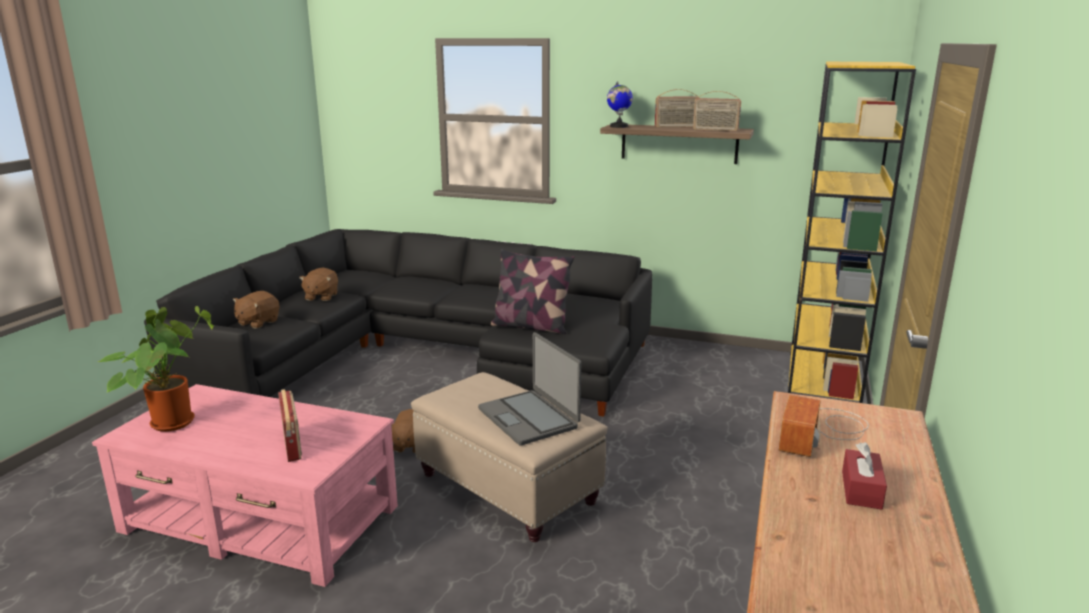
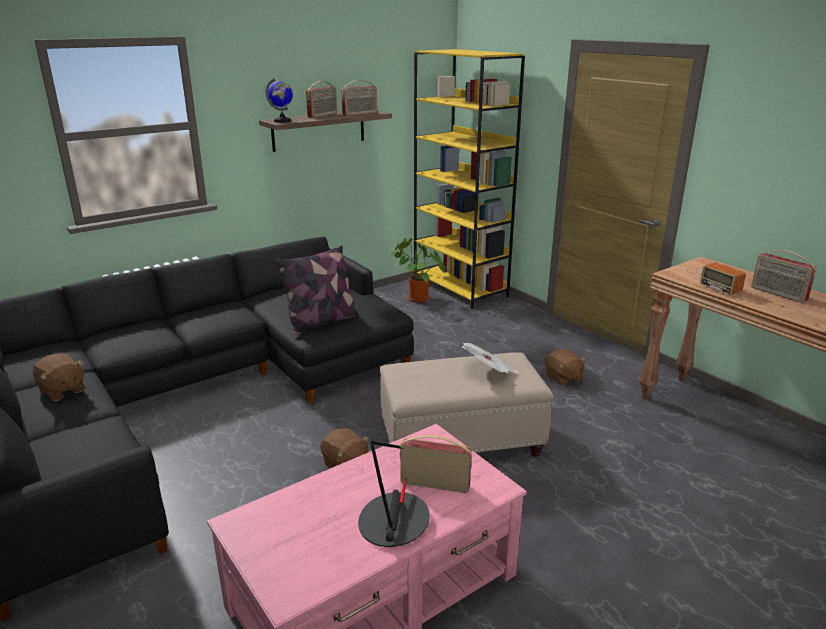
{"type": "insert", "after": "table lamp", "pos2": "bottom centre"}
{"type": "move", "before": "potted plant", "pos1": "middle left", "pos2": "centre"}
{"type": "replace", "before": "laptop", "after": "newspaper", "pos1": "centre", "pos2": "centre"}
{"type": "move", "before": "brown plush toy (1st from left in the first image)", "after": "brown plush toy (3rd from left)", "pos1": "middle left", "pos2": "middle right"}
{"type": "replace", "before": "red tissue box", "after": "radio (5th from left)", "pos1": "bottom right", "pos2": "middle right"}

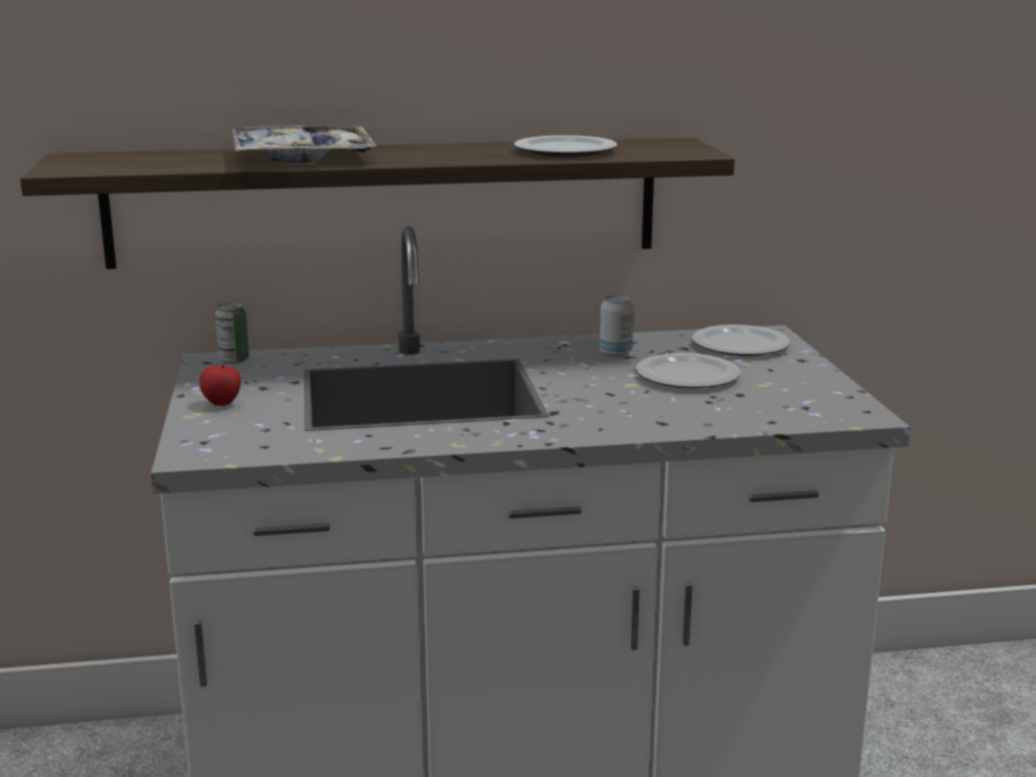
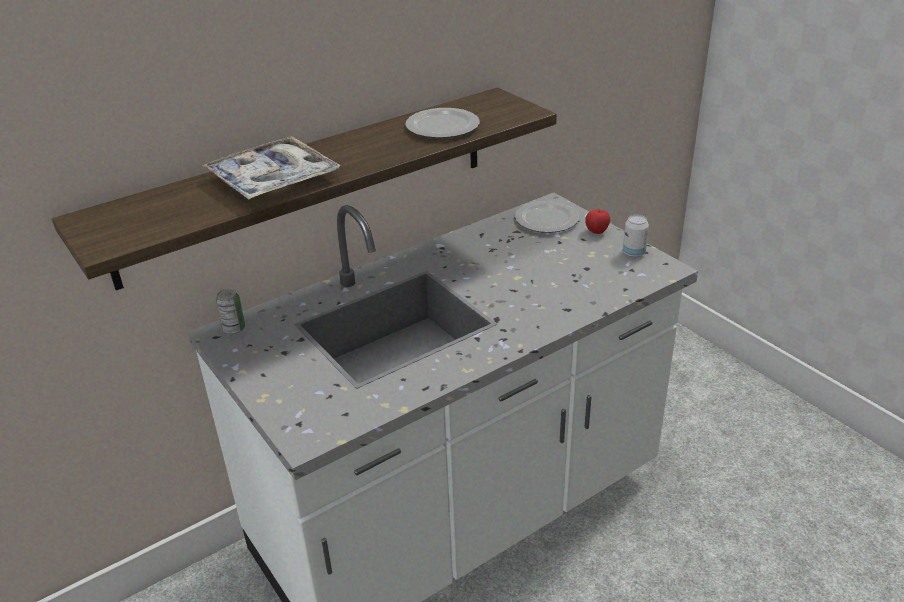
{"type": "move", "before": "apple", "pos1": "middle left", "pos2": "centre"}
{"type": "move", "before": "can (2nd from left)", "pos1": "centre", "pos2": "middle right"}
{"type": "delete", "before": "plate (2nd from left)", "pos1": "centre"}

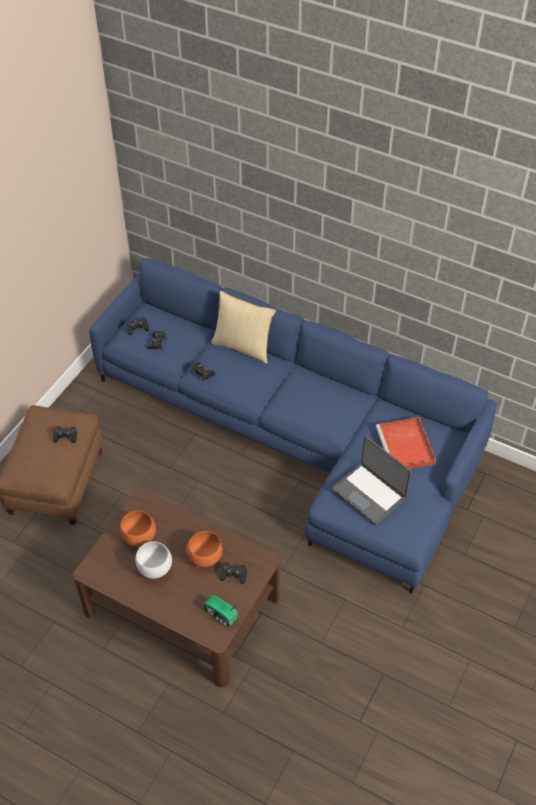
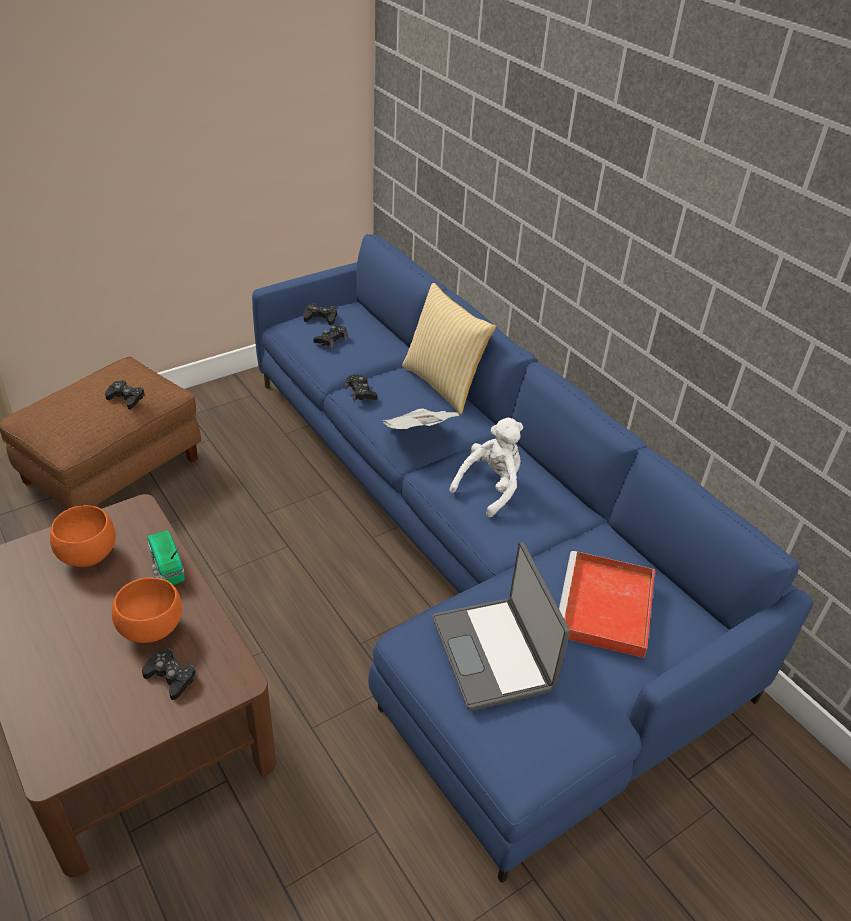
{"type": "move", "before": "radio", "pos1": "bottom centre", "pos2": "middle left"}
{"type": "insert", "after": "newspaper", "pos2": "centre"}
{"type": "insert", "after": "white plush toy", "pos2": "centre"}
{"type": "delete", "before": "white bowl", "pos1": "bottom left"}

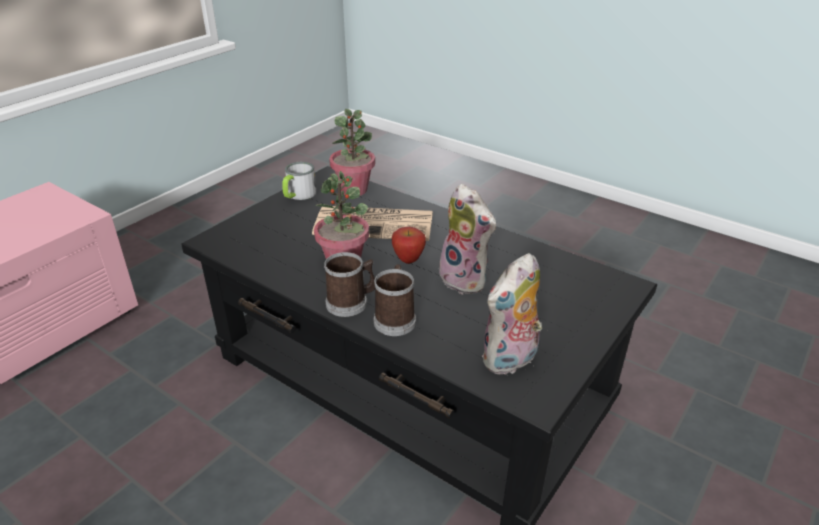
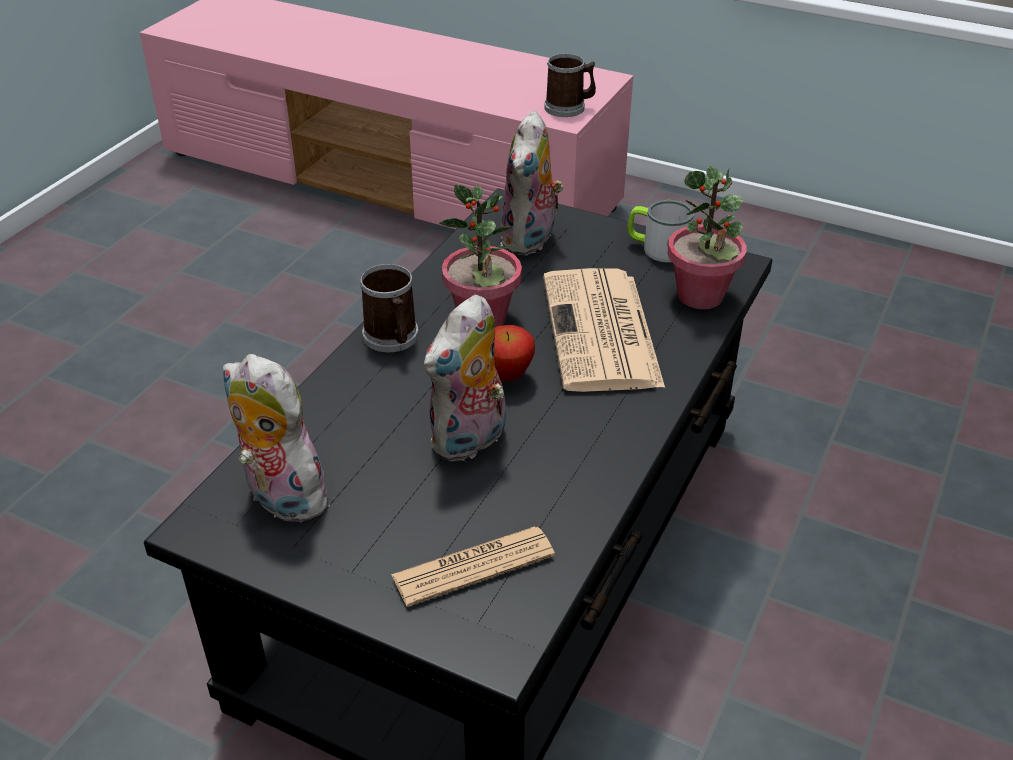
{"type": "insert", "after": "newspaper (1st from left)", "pos2": "bottom centre"}
{"type": "insert", "after": "plush toy (3rd from left)", "pos2": "top centre"}
{"type": "move", "before": "mug (3rd from left in the first image)", "after": "mug (2nd from left)", "pos1": "centre", "pos2": "top centre"}

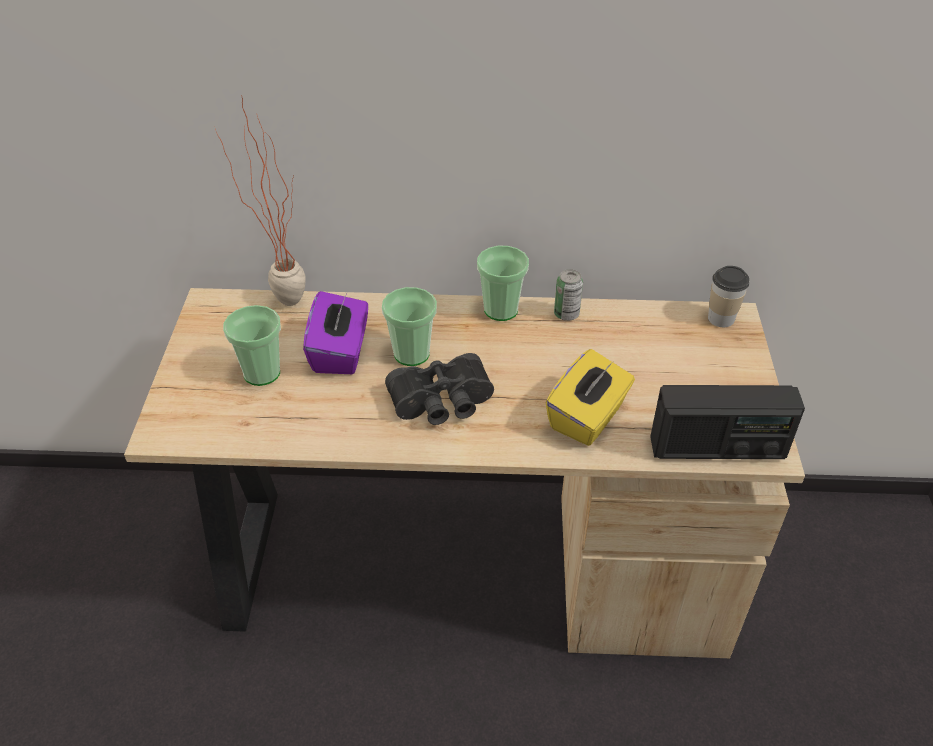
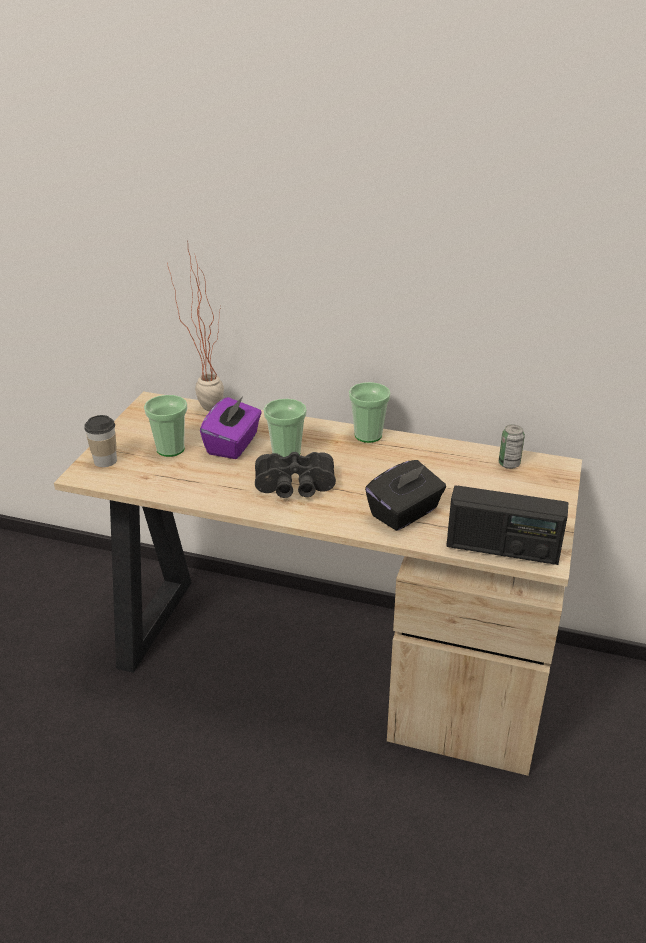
{"type": "move", "before": "cup (4th from left in the first image)", "after": "cup (1st from left)", "pos1": "middle right", "pos2": "middle left"}
{"type": "recolor", "before": "yellow tissue box", "after": "black tissue box", "pos1": "centre", "pos2": "centre"}
{"type": "move", "before": "can", "pos1": "centre", "pos2": "middle right"}

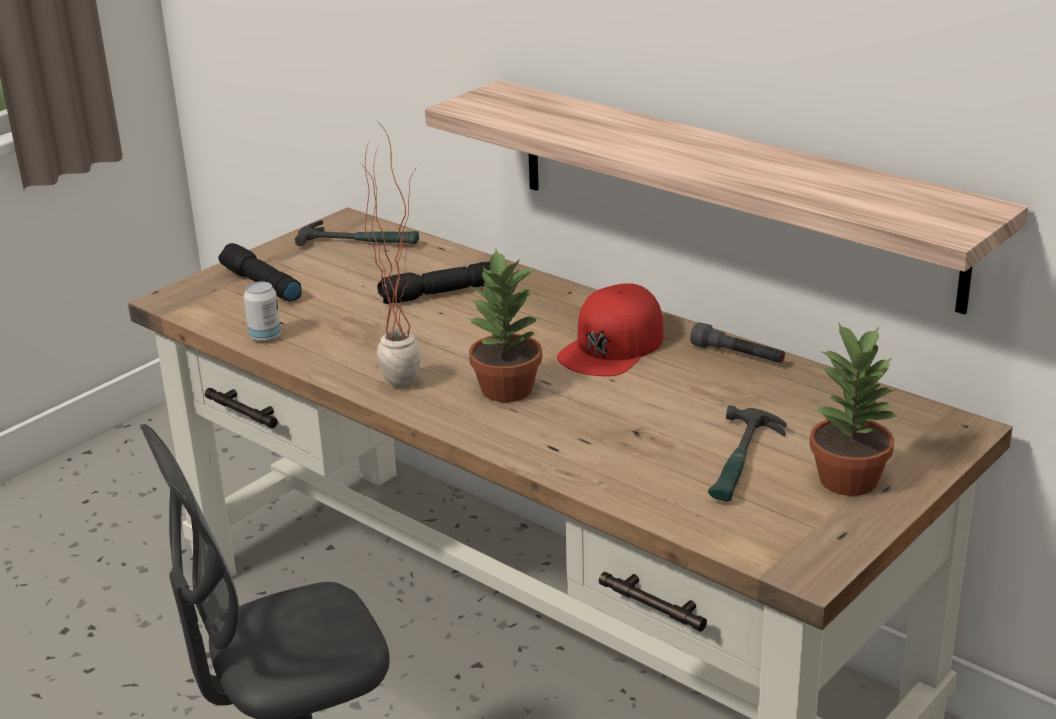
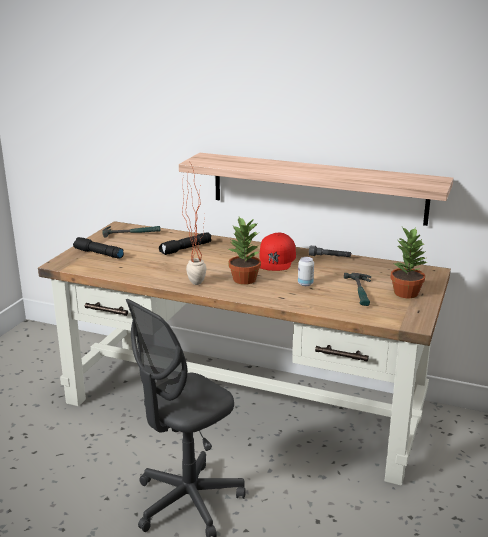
{"type": "move", "before": "can", "pos1": "middle left", "pos2": "centre"}

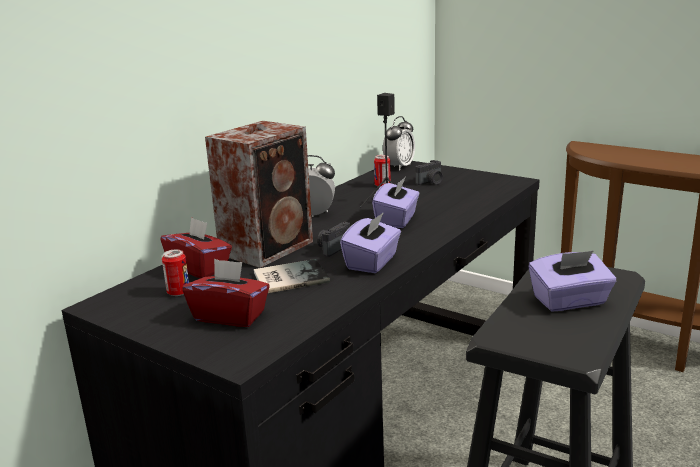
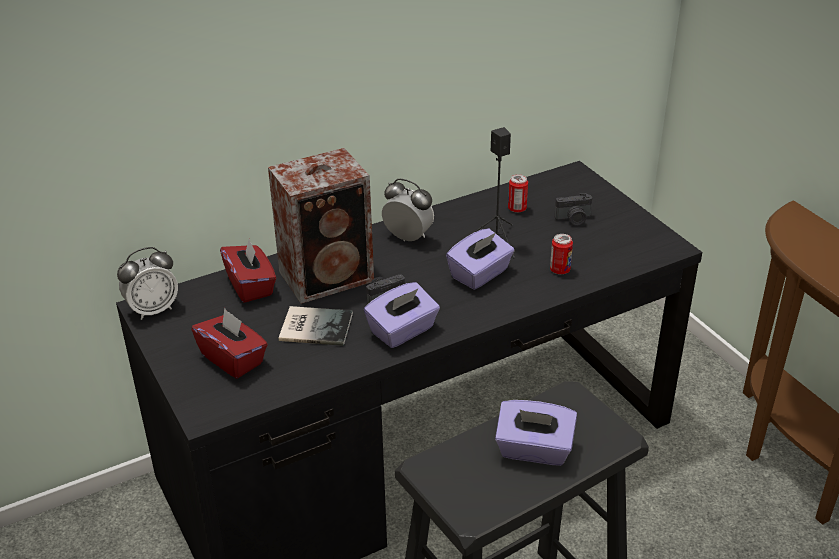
{"type": "move", "before": "alarm clock (2nd from left in the first image)", "after": "alarm clock (1st from left)", "pos1": "top centre", "pos2": "middle left"}
{"type": "move", "before": "can (1st from left in the first image)", "after": "can (2nd from left)", "pos1": "middle left", "pos2": "middle right"}

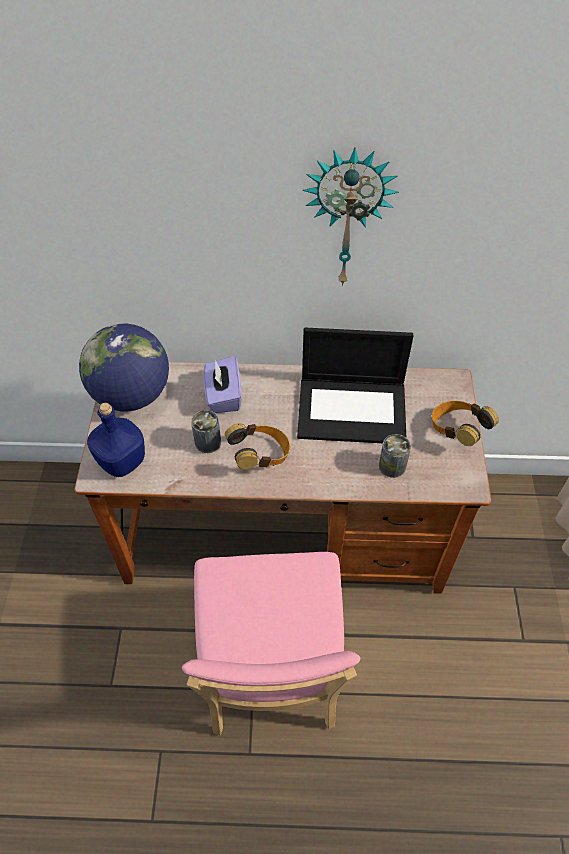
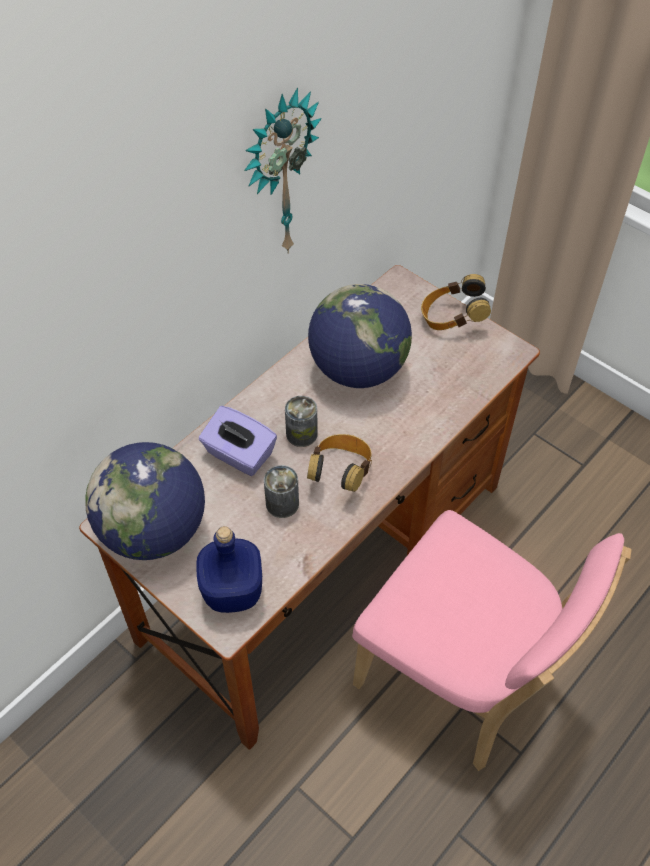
{"type": "move", "before": "can (2nd from left)", "pos1": "middle right", "pos2": "centre"}
{"type": "replace", "before": "laptop", "after": "globe (2nd from left)", "pos1": "centre", "pos2": "centre"}

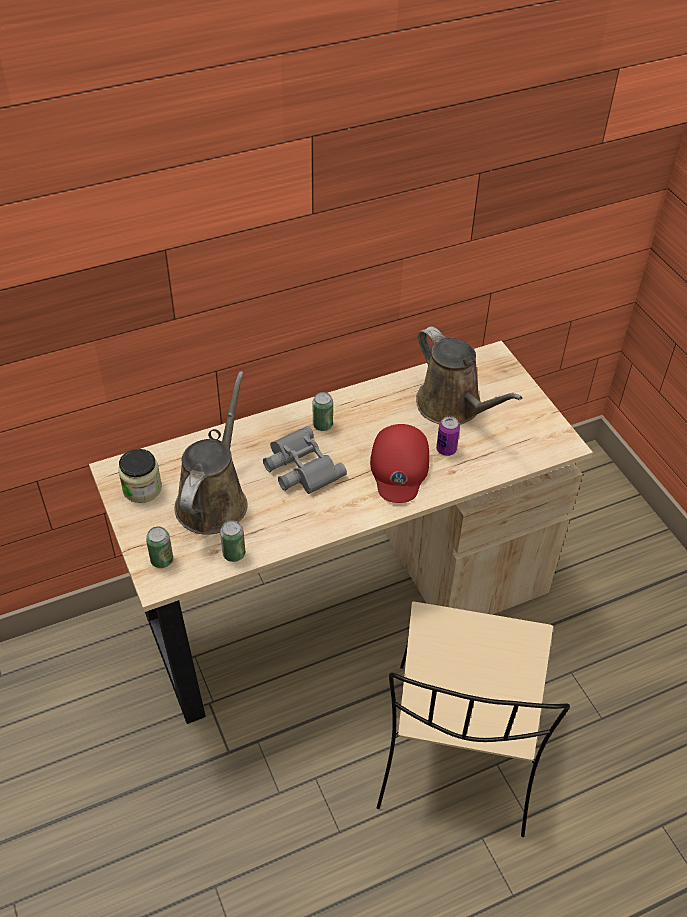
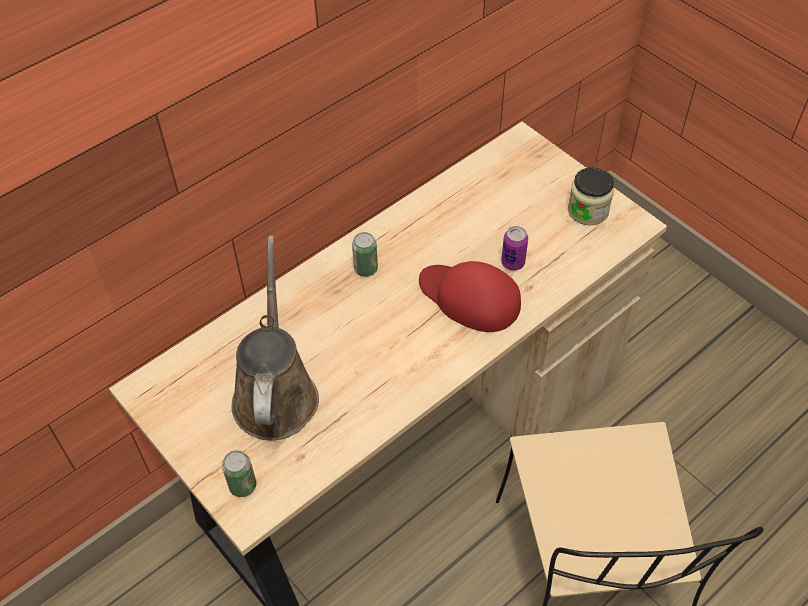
{"type": "rotate", "before": "red cap", "pos1": "centre", "pos2": "centre", "turn": 135}
{"type": "move", "before": "jar", "pos1": "middle left", "pos2": "top right"}
{"type": "delete", "before": "can (2nd from left)", "pos1": "centre"}
{"type": "delete", "before": "grey binoculars", "pos1": "centre"}
{"type": "delete", "before": "brown watering can (2nd from left)", "pos1": "middle right"}

